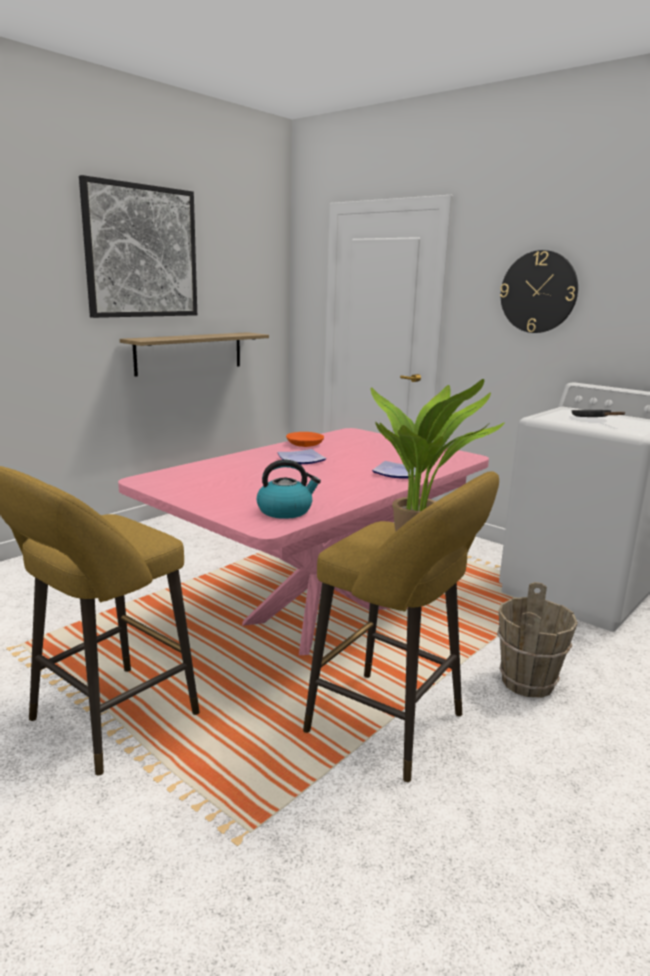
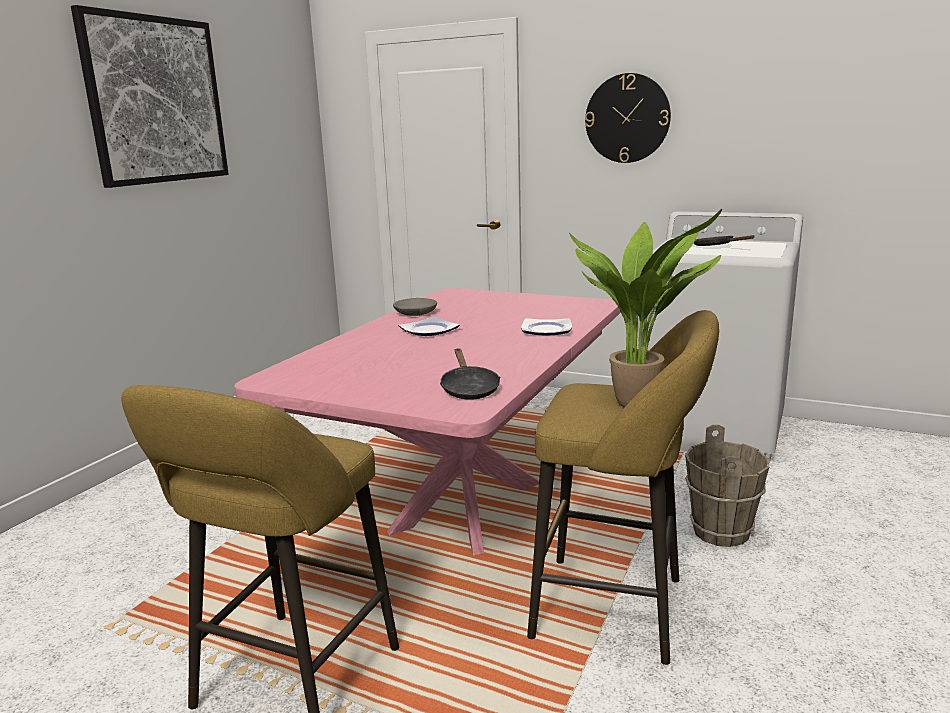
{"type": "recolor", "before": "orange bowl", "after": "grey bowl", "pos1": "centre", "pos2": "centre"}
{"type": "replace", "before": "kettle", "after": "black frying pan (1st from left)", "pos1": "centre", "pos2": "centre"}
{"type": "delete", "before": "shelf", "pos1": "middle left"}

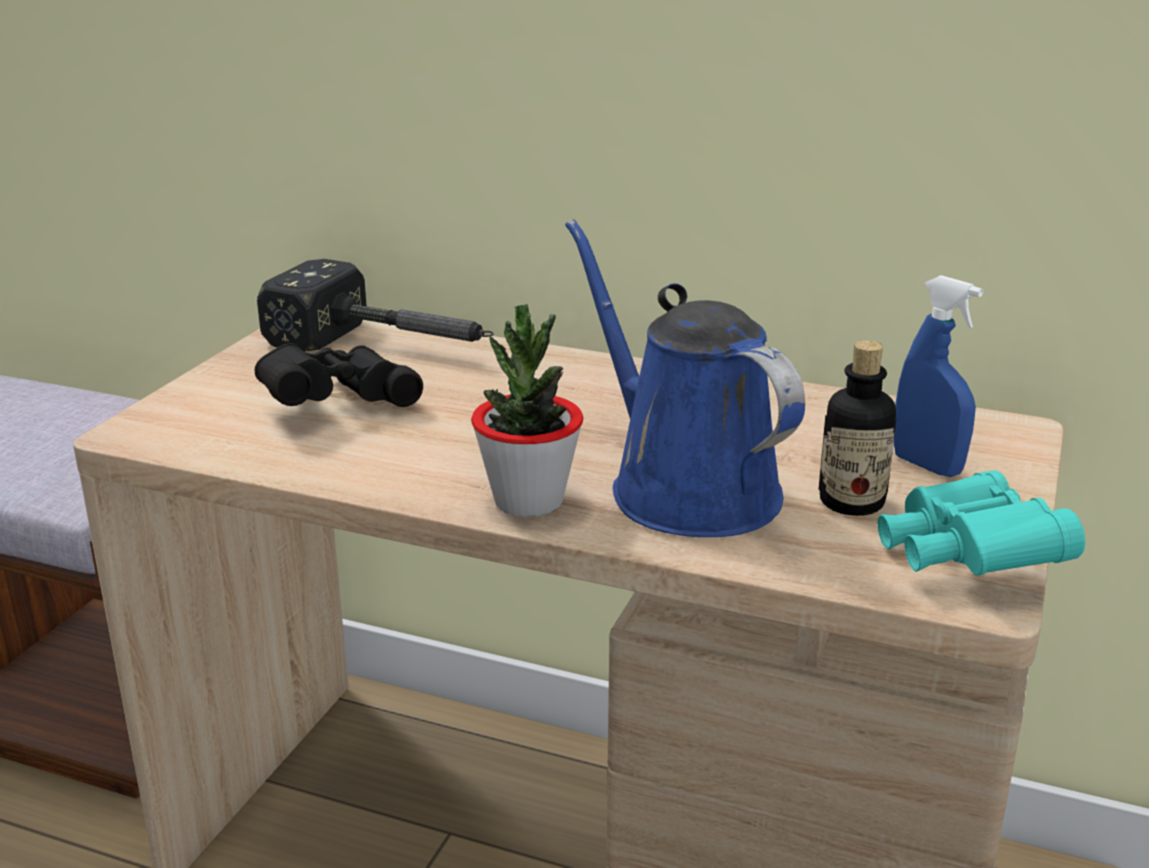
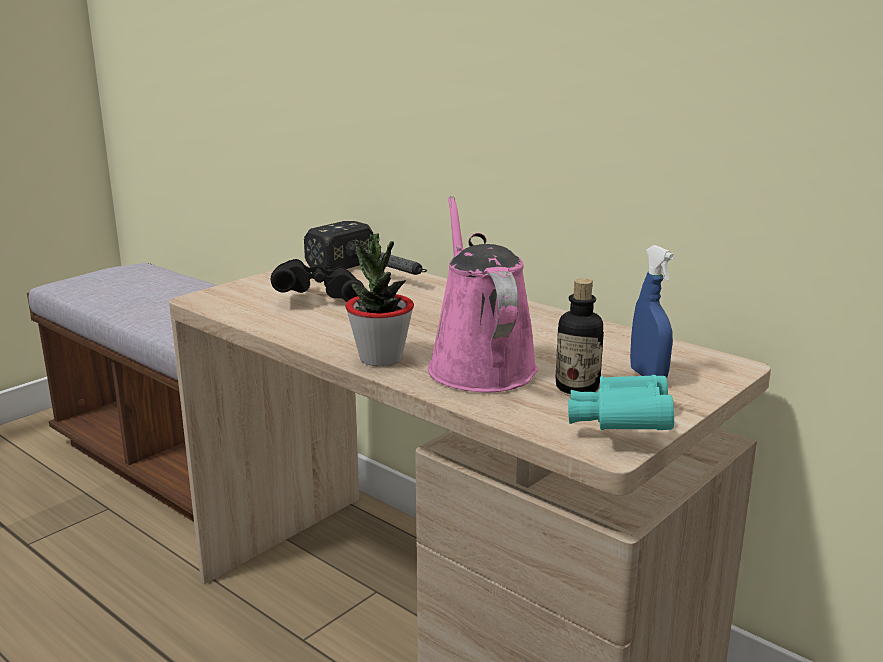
{"type": "recolor", "before": "blue watering can", "after": "pink watering can", "pos1": "centre", "pos2": "centre"}

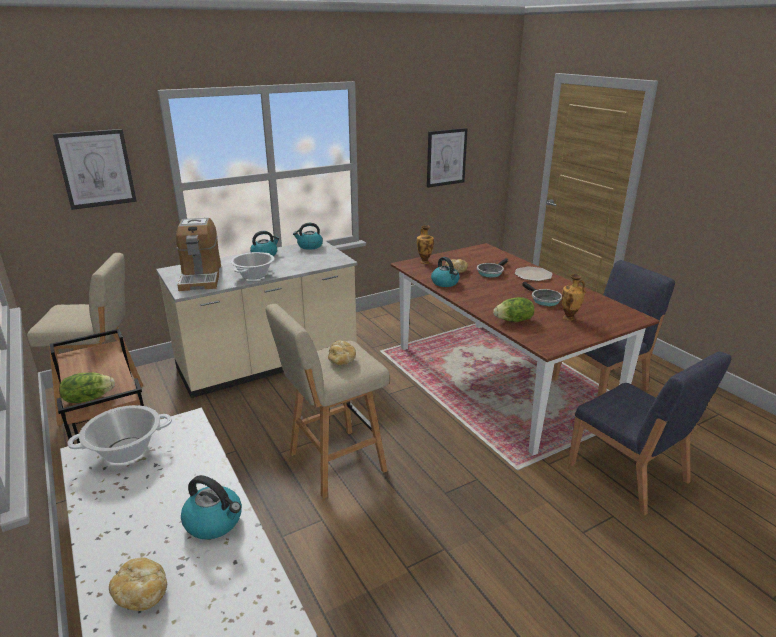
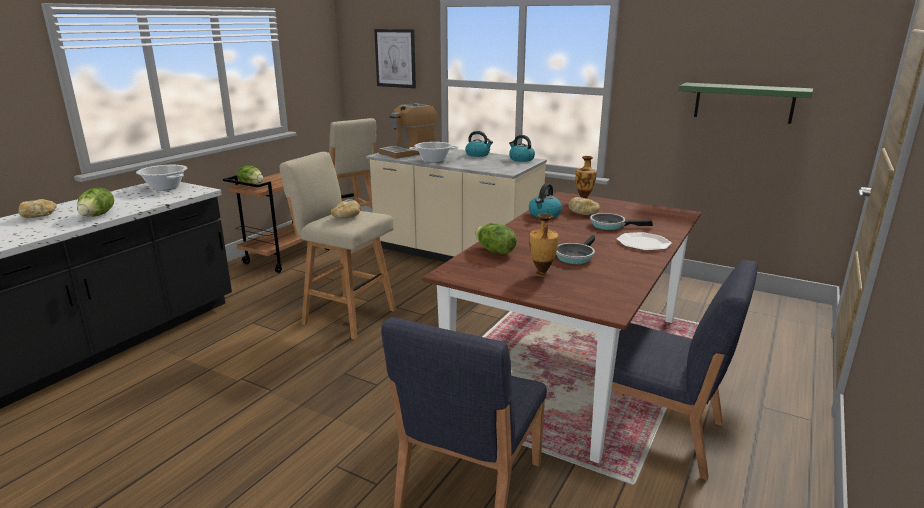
{"type": "replace", "before": "kettle (1st from left)", "after": "lettuce (1st from left)", "pos1": "bottom left", "pos2": "middle left"}
{"type": "replace", "before": "picture (2nd from left)", "after": "green shelf", "pos1": "top centre", "pos2": "top right"}

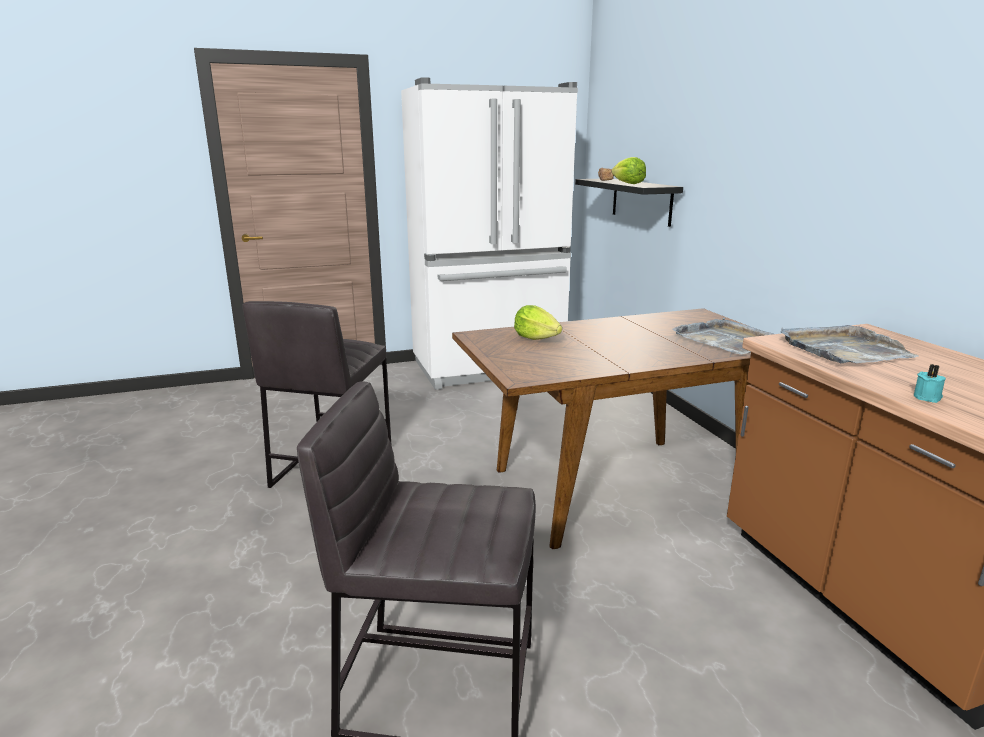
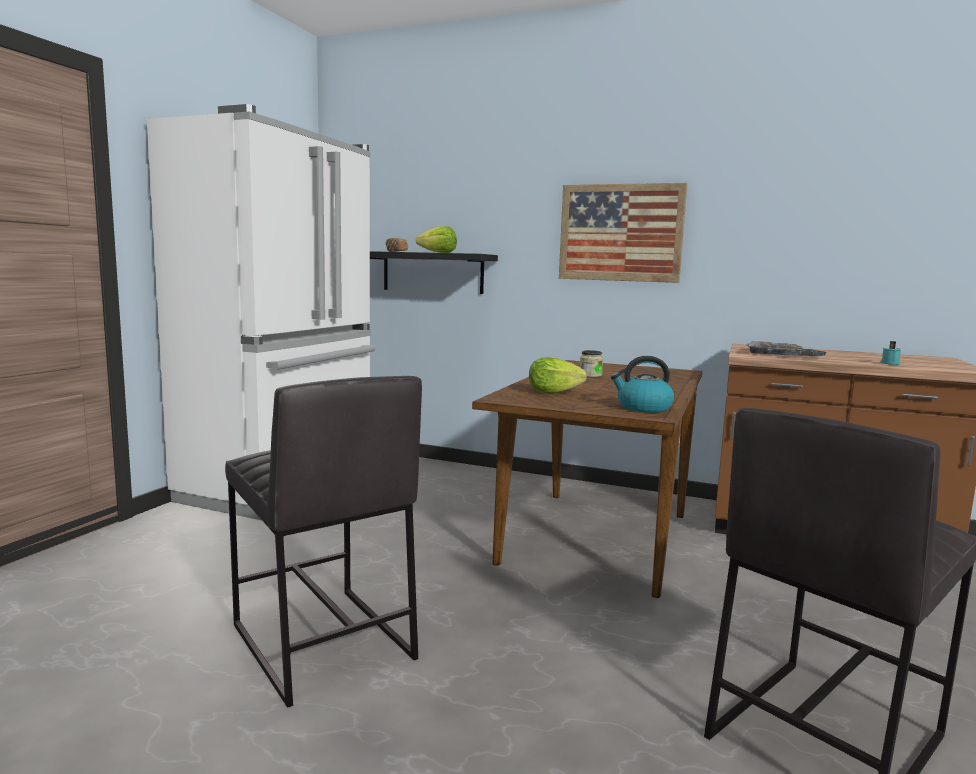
{"type": "insert", "after": "picture", "pos2": "top centre"}
{"type": "insert", "after": "jar", "pos2": "centre"}
{"type": "insert", "after": "kettle", "pos2": "centre"}
{"type": "delete", "before": "grey tray (1st from left)", "pos1": "middle right"}

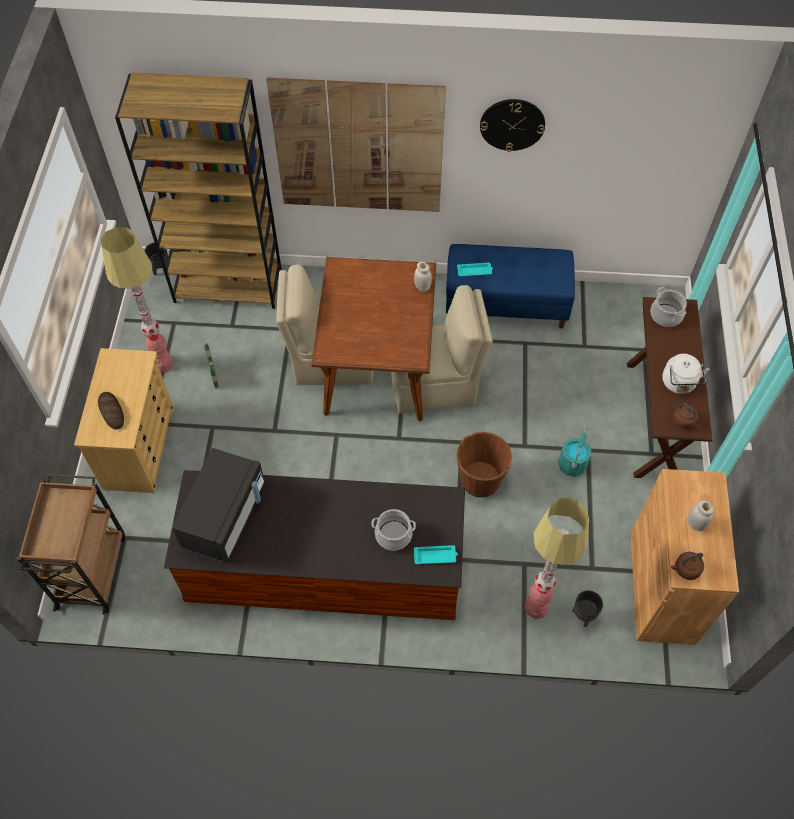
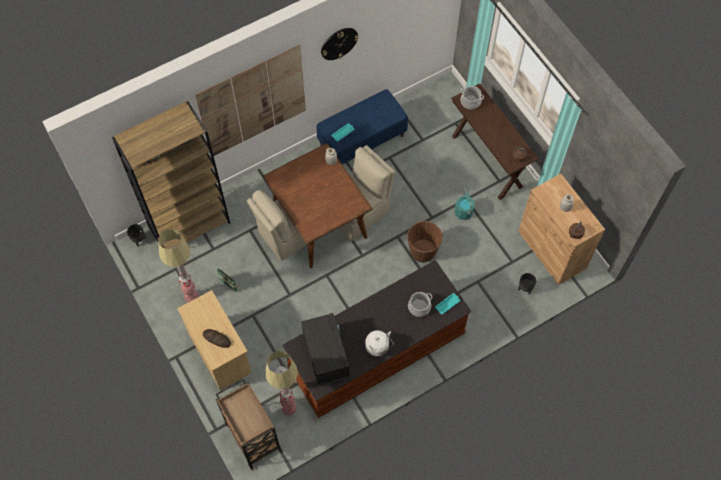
{"type": "move", "before": "floor lamp (2nd from left)", "pos1": "bottom right", "pos2": "bottom centre"}
{"type": "move", "before": "white kettle", "pos1": "middle right", "pos2": "bottom centre"}

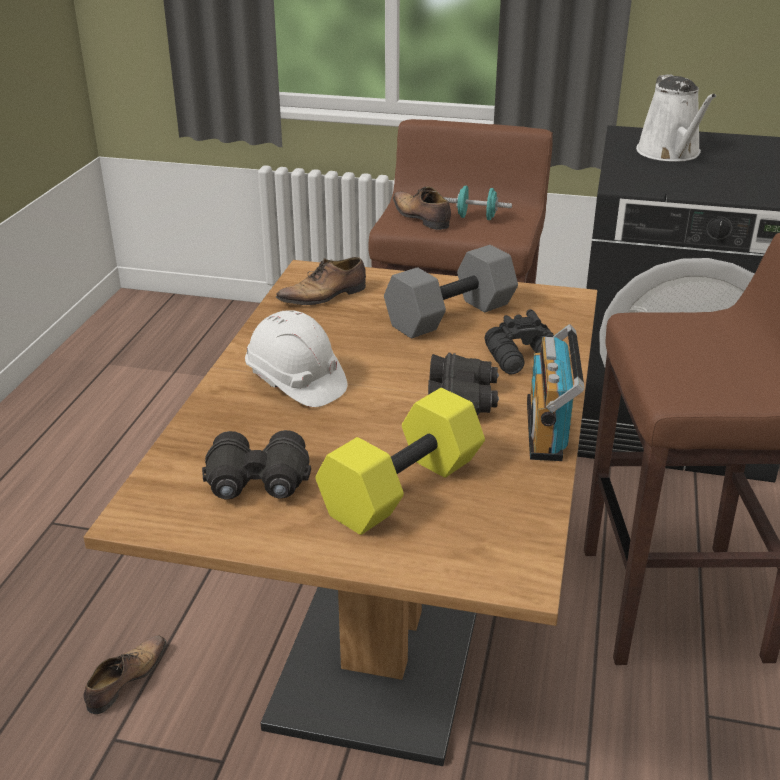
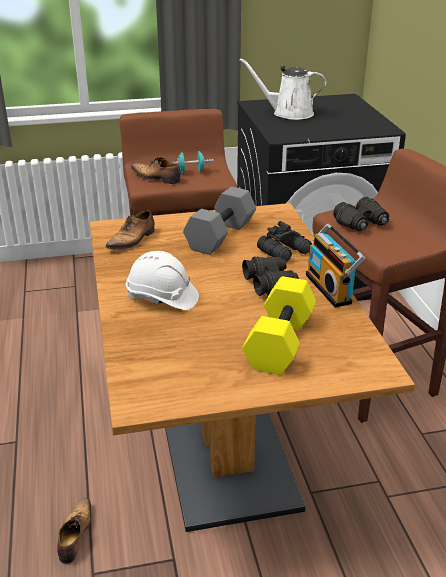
{"type": "rotate", "before": "white watering can", "pos1": "top right", "pos2": "top centre", "turn": 135}
{"type": "move", "before": "black binoculars (1st from left in the first image)", "after": "black binoculars (3rd from left)", "pos1": "middle left", "pos2": "middle right"}

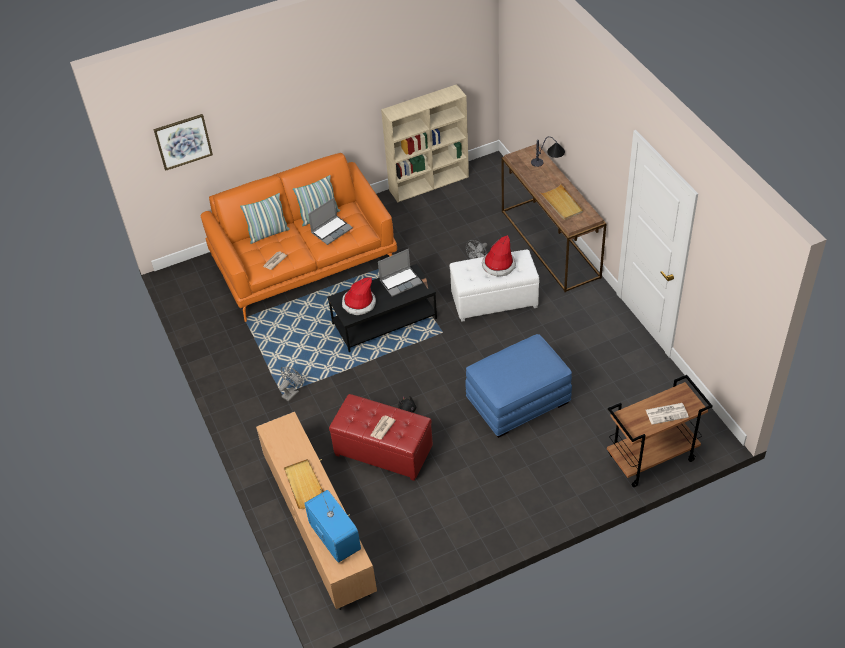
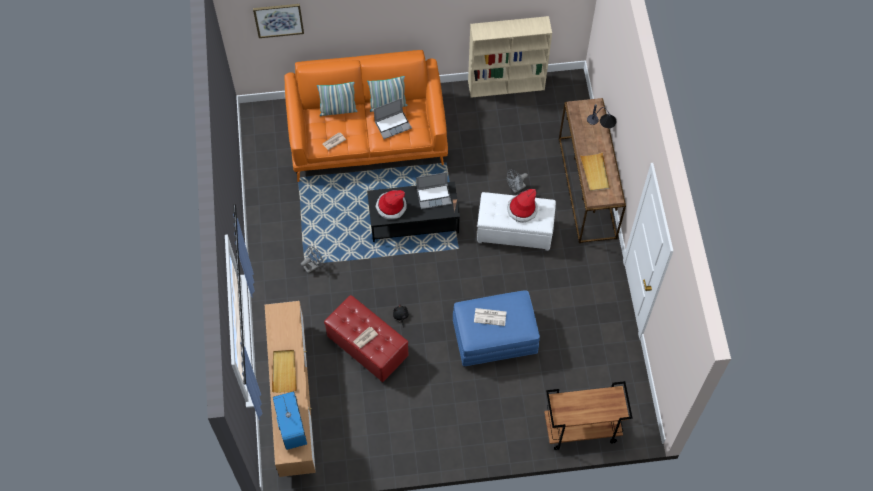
{"type": "move", "before": "newspaper (3rd from left)", "pos1": "middle right", "pos2": "centre"}

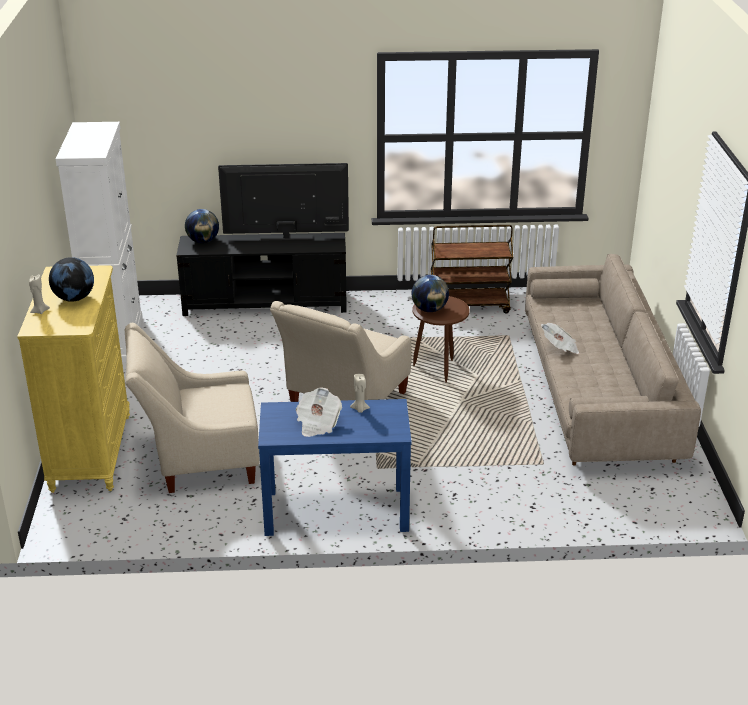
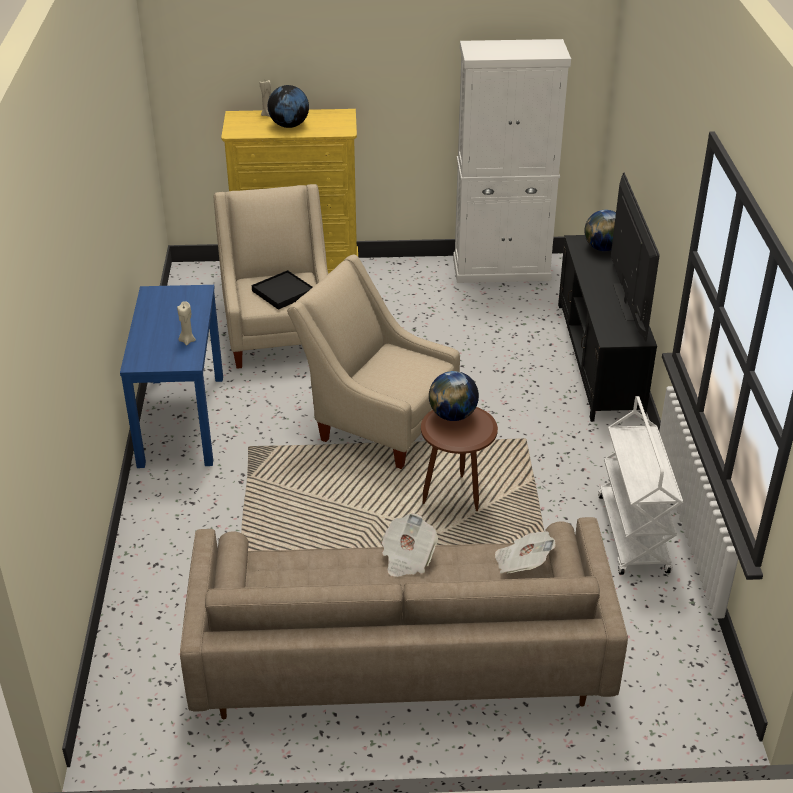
{"type": "insert", "after": "black tray", "pos2": "centre"}
{"type": "move", "before": "newspaper (1st from left in the first image)", "after": "newspaper (2nd from left)", "pos1": "centre", "pos2": "bottom centre"}
{"type": "recolor", "before": "brown cart", "after": "white cart", "pos1": "centre", "pos2": "middle right"}

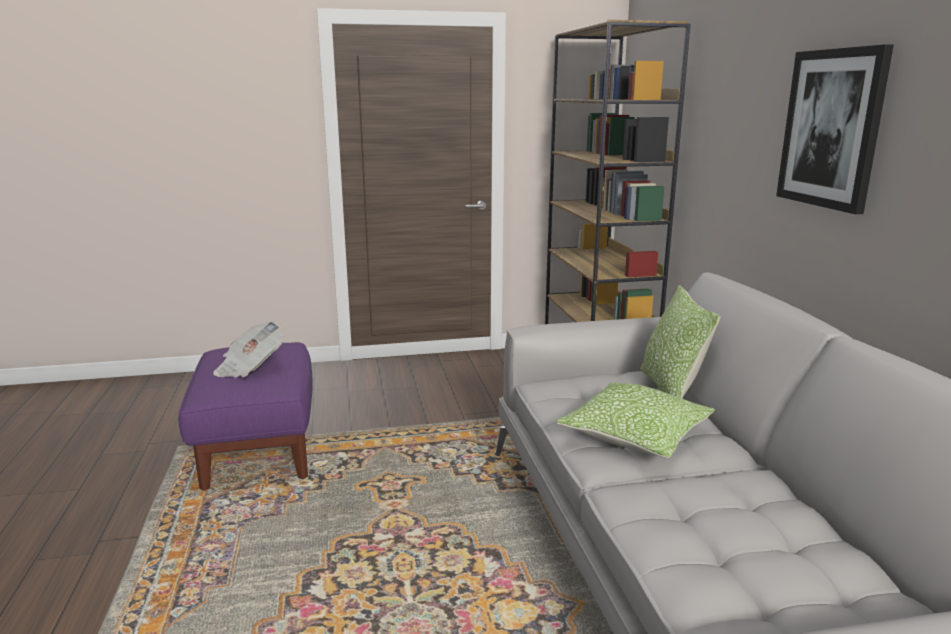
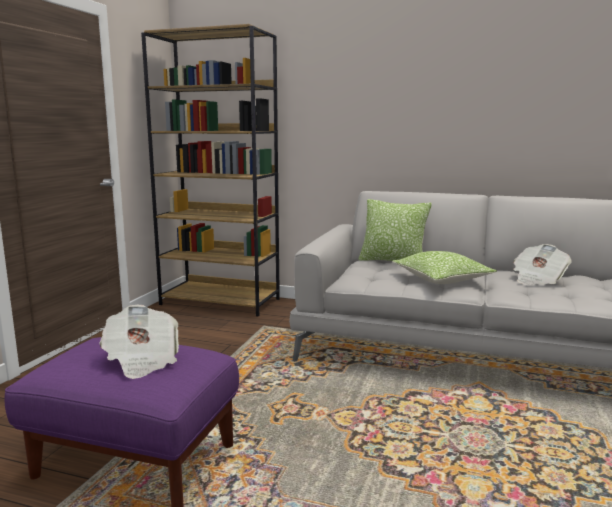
{"type": "insert", "after": "newspaper (2nd from left)", "pos2": "middle right"}
{"type": "delete", "before": "picture", "pos1": "top right"}

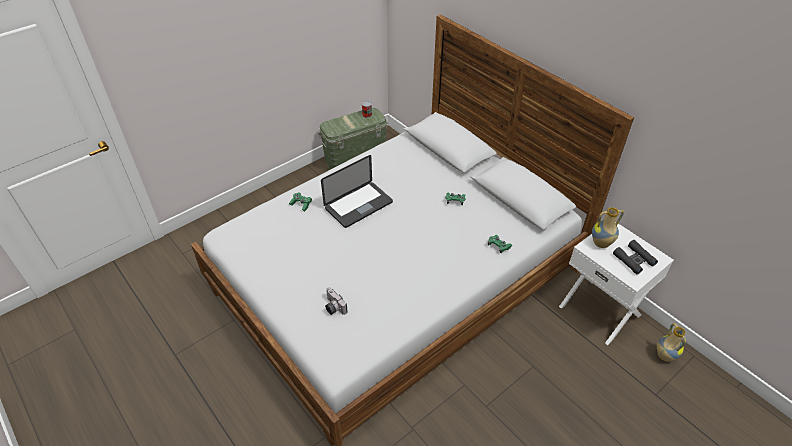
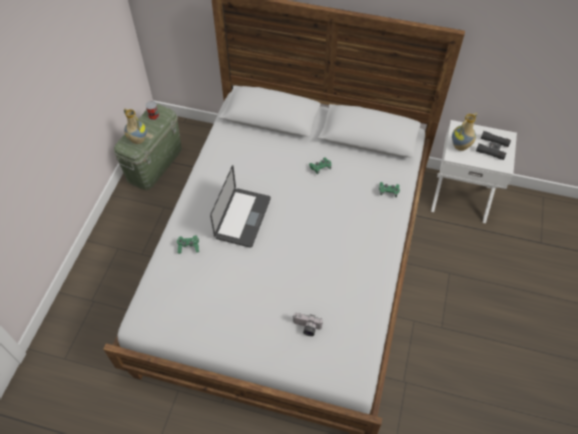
{"type": "move", "before": "vase (2nd from left in the first image)", "after": "vase (1st from left)", "pos1": "bottom right", "pos2": "top left"}

